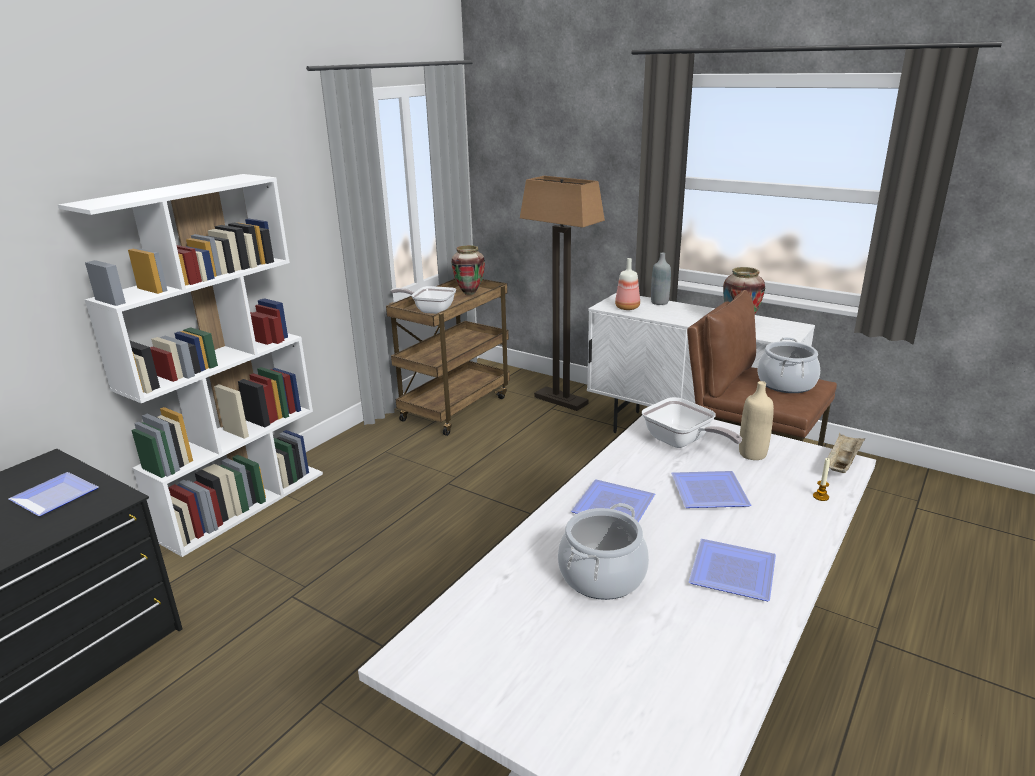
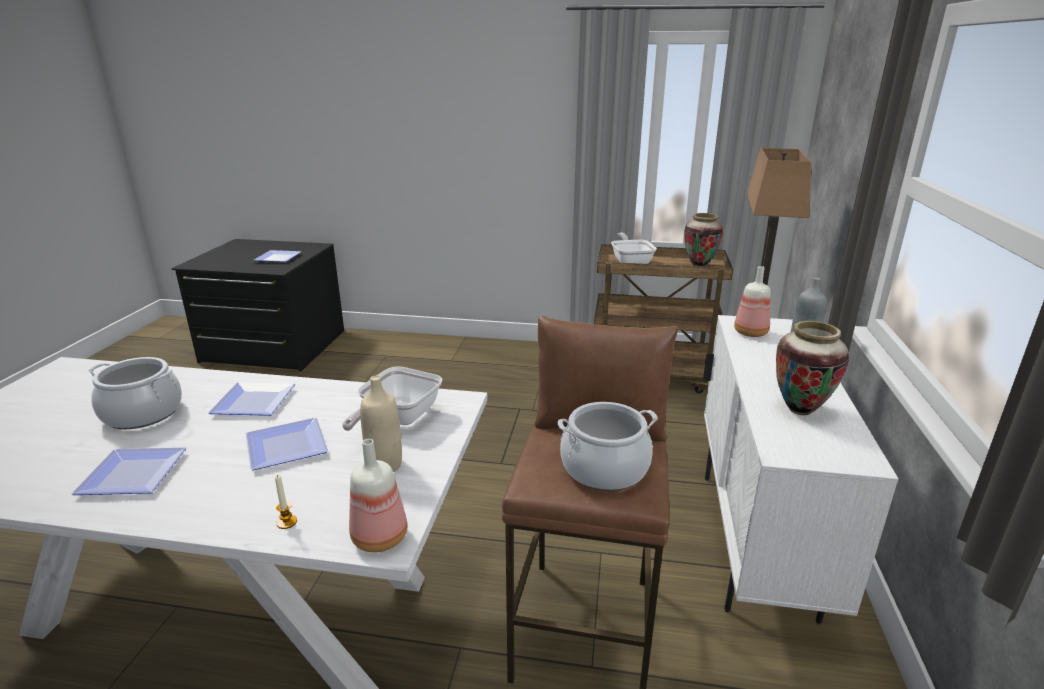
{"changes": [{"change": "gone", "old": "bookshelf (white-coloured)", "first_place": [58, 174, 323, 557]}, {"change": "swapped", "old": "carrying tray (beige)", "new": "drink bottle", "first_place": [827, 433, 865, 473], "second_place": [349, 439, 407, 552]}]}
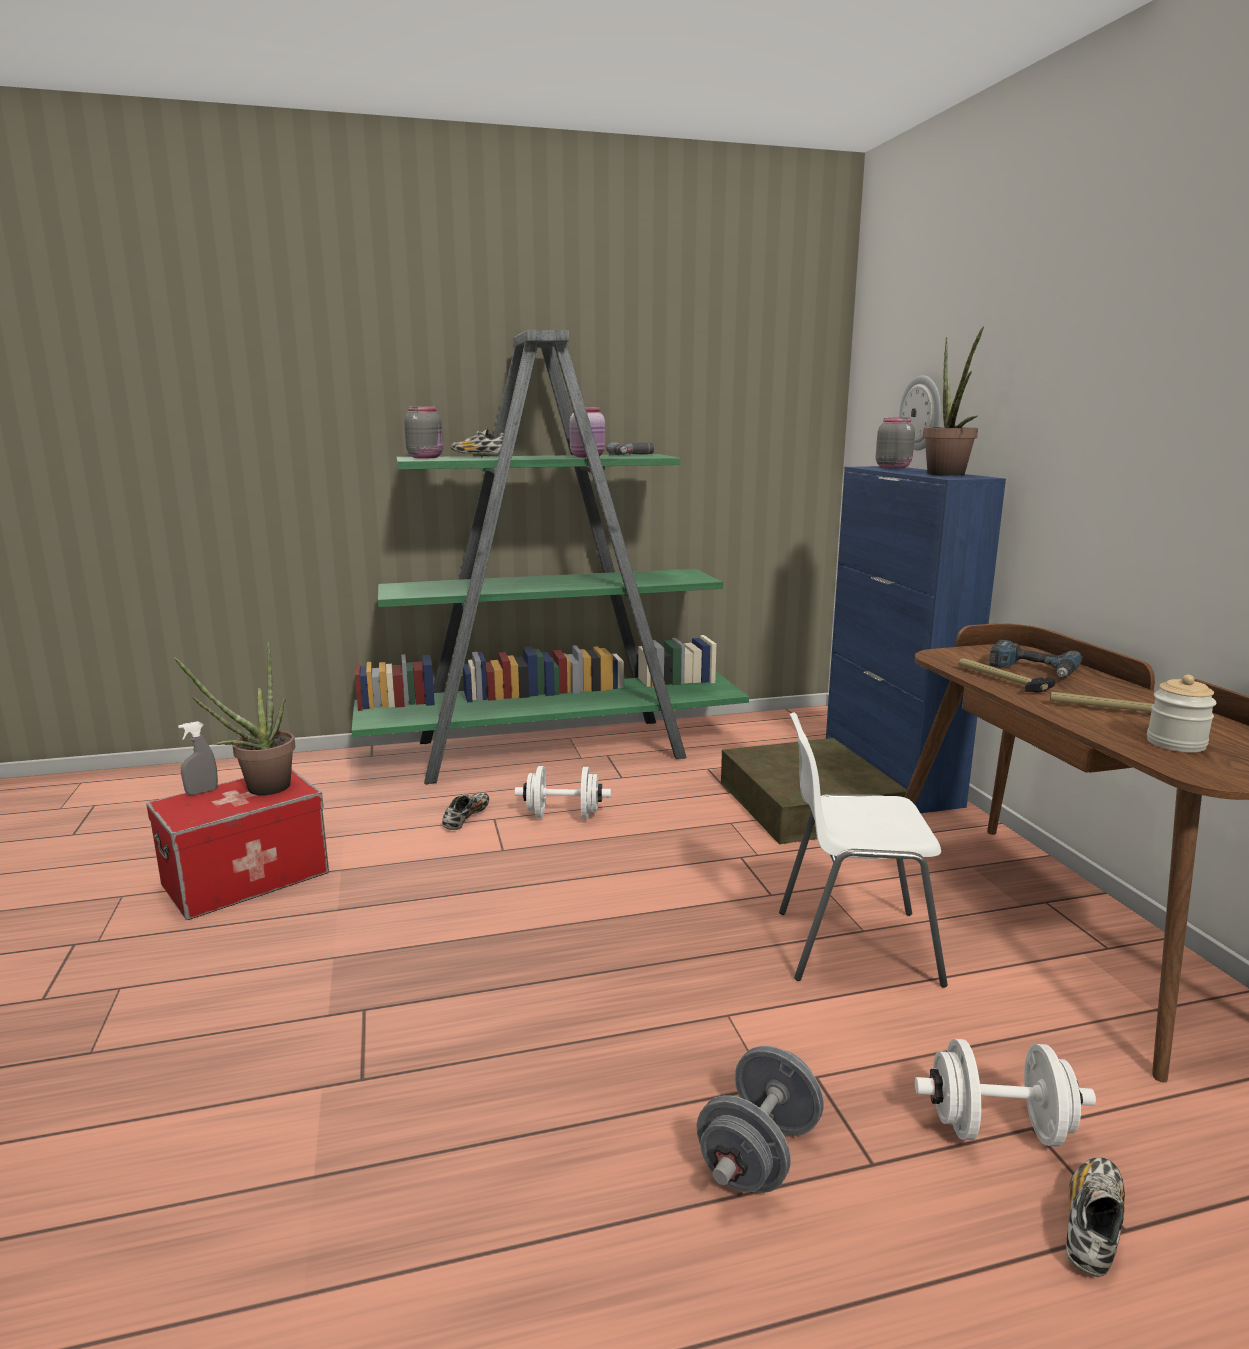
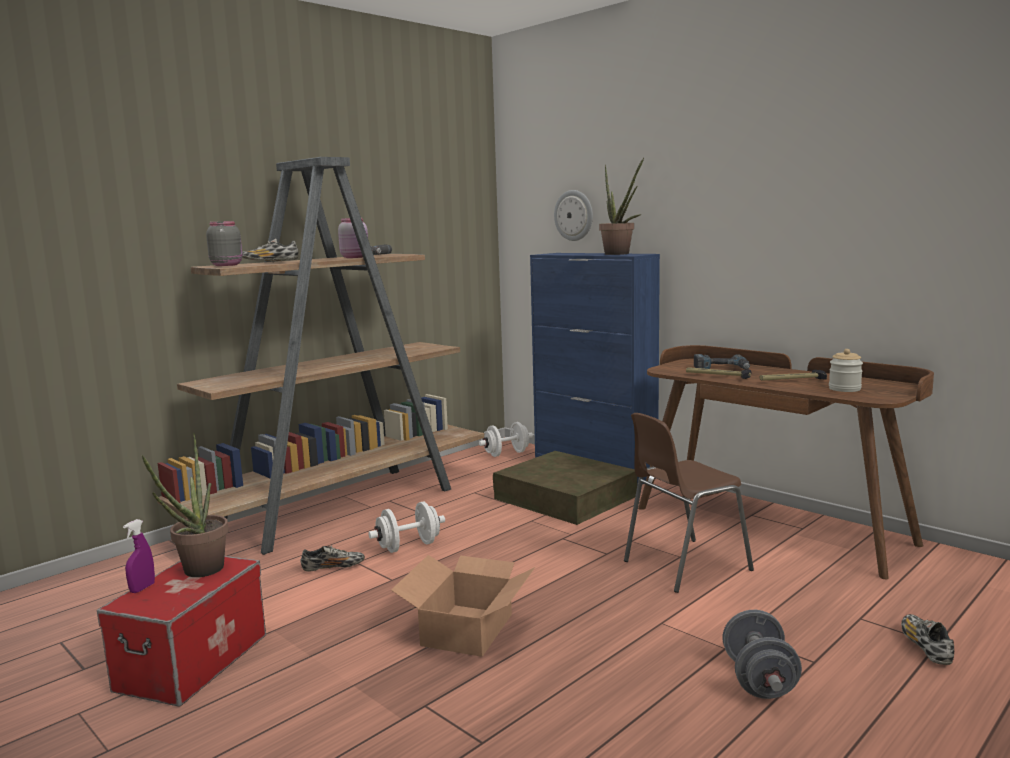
{"changes": [{"change": "repainted", "old": "bookshelf (green-coloured)", "new": "bookshelf (brownish)", "first_place": [352, 330, 749, 785], "second_place": [158, 157, 484, 555]}, {"change": "gone", "old": "storage jar (grey)", "first_place": [876, 418, 915, 469]}, {"change": "repainted", "old": "chair (white-coloured)", "new": "chair (brownish)", "first_place": [779, 712, 948, 988], "second_place": [624, 413, 754, 593]}, {"change": "repainted", "old": "sprayer (grey)", "new": "sprayer (purple-coloured)", "first_place": [178, 721, 218, 795], "second_place": [123, 519, 155, 593]}, {"change": "rotated", "old": "shoe", "first_place": [442, 792, 489, 830], "second_place": [301, 546, 365, 572], "degrees": 90}, {"change": "shifted", "old": "hand weight (white-coloured)", "first_place": [915, 1039, 1096, 1147], "second_place": [479, 422, 533, 457]}, {"change": "new", "new": "carton", "second_place": [391, 555, 535, 657]}]}
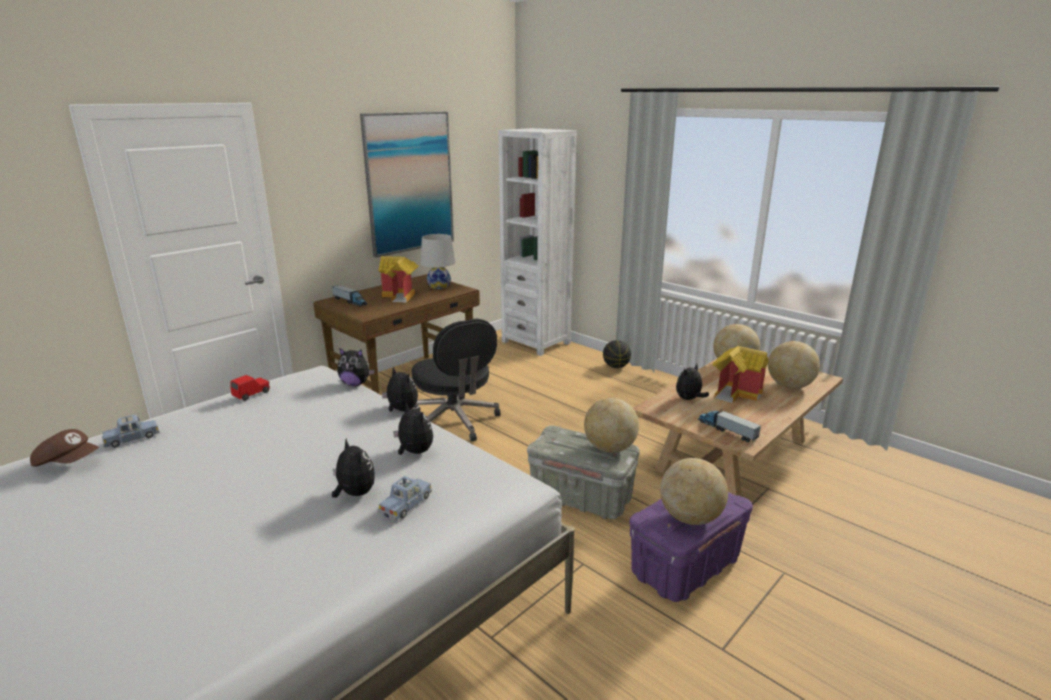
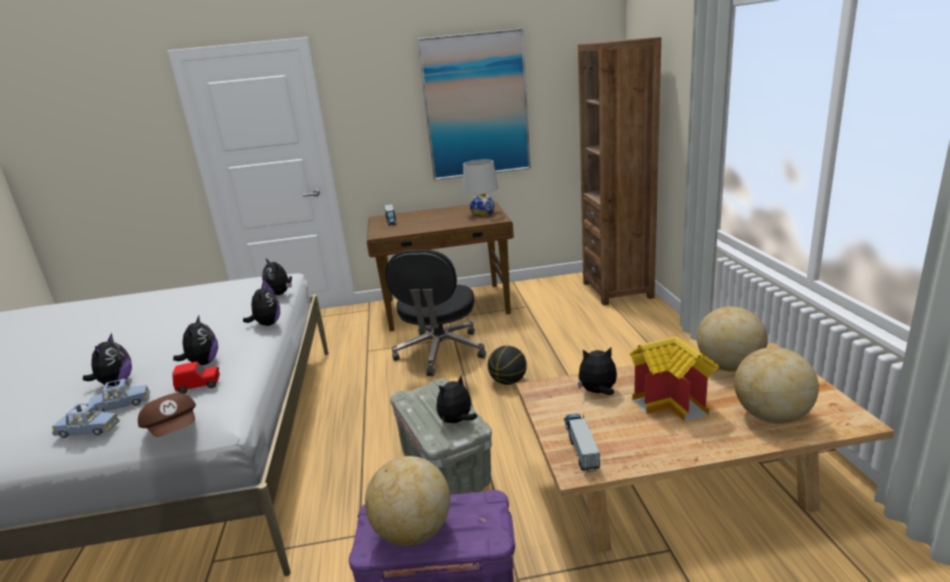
{"changes": [{"change": "repainted", "old": "bookshelf (white-coloured)", "new": "bookshelf (brownish)", "first_place": [499, 128, 577, 356], "second_place": [578, 37, 661, 306]}, {"change": "gone", "old": "miniature house", "first_place": [379, 256, 418, 302]}, {"change": "shifted", "old": "basketball", "first_place": [603, 340, 631, 368], "second_place": [488, 346, 527, 385]}, {"change": "shifted", "old": "miniature car (reddish)", "first_place": [231, 375, 270, 401], "second_place": [172, 361, 220, 394]}, {"change": "swapped", "old": "globe", "new": "plush toy", "first_place": [584, 398, 639, 453], "second_place": [436, 375, 477, 423]}, {"change": "shifted", "old": "miniature car (blue)", "first_place": [102, 415, 160, 448], "second_place": [52, 403, 120, 438]}, {"change": "shifted", "old": "peaked cap (brownish)", "first_place": [30, 429, 99, 466], "second_place": [138, 393, 196, 437]}]}
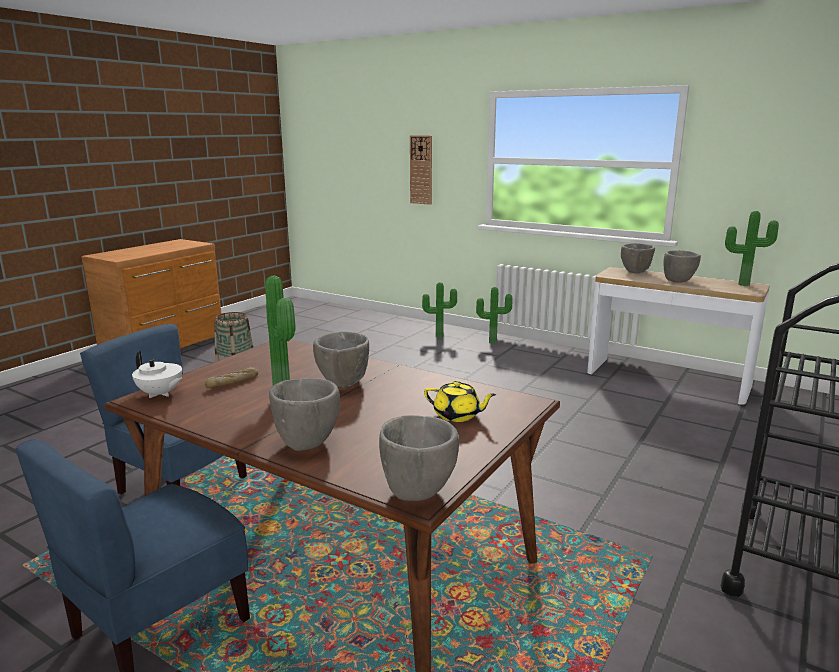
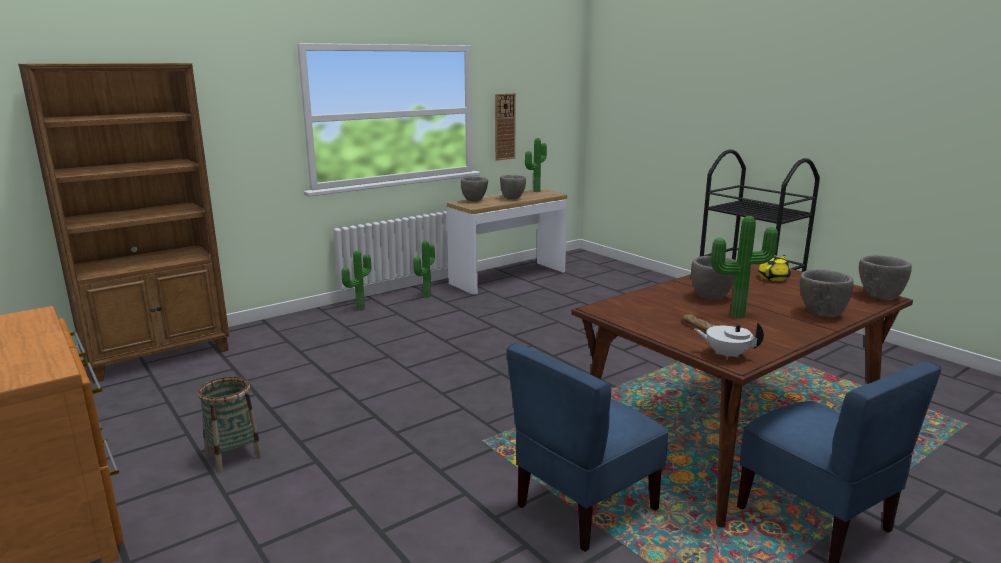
{"changes": [{"change": "shifted", "old": "wall clock", "first_place": [410, 135, 432, 205], "second_place": [495, 93, 516, 161]}, {"change": "shifted", "old": "plant in a pot", "first_place": [422, 282, 457, 338], "second_place": [413, 241, 435, 298]}, {"change": "rotated", "old": "pot for tea (white-coloured)", "first_place": [132, 351, 182, 398], "second_place": [694, 322, 764, 360], "degrees": -120}, {"change": "new", "new": "bookshelf (brownish)", "second_place": [18, 63, 229, 383]}]}
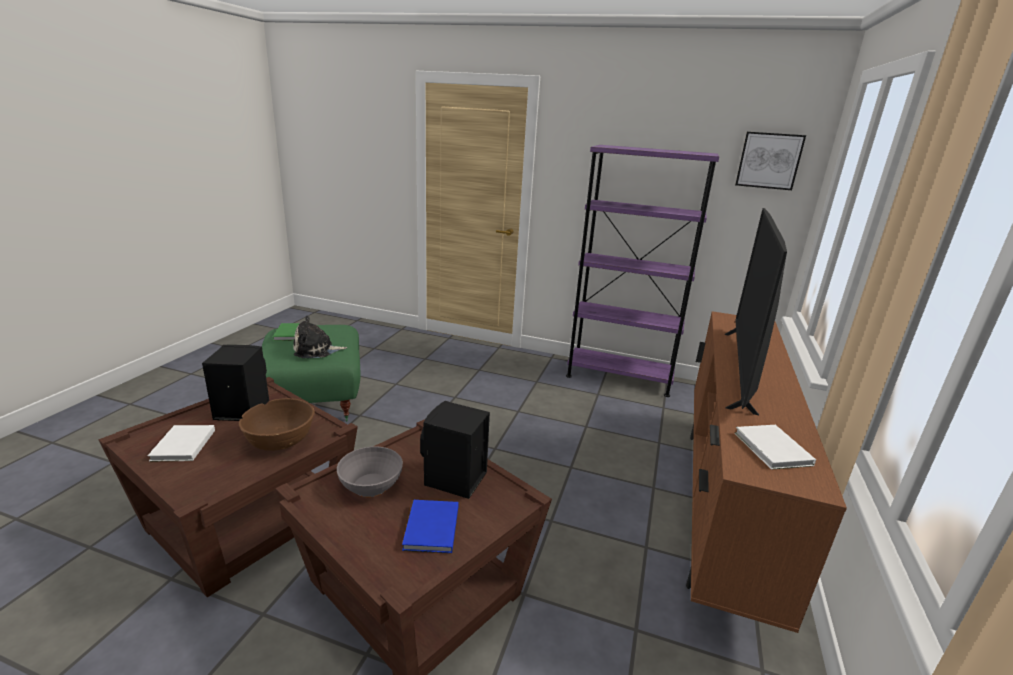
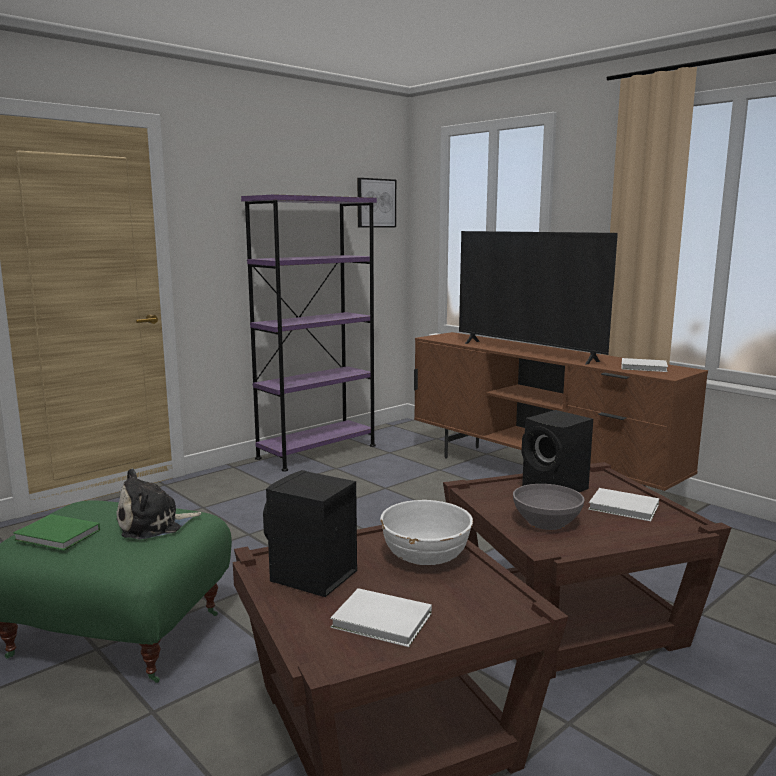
{"changes": [{"change": "rotated", "old": "plush toy", "first_place": [294, 315, 347, 358], "second_place": [116, 468, 201, 539], "degrees": 45}, {"change": "repainted", "old": "serving bowl (brownish)", "new": "serving bowl (white-coloured)", "first_place": [239, 398, 314, 451], "second_place": [380, 500, 473, 565]}, {"change": "repainted", "old": "book (blue)", "new": "book (white-coloured)", "first_place": [402, 500, 459, 553], "second_place": [588, 488, 659, 521]}]}
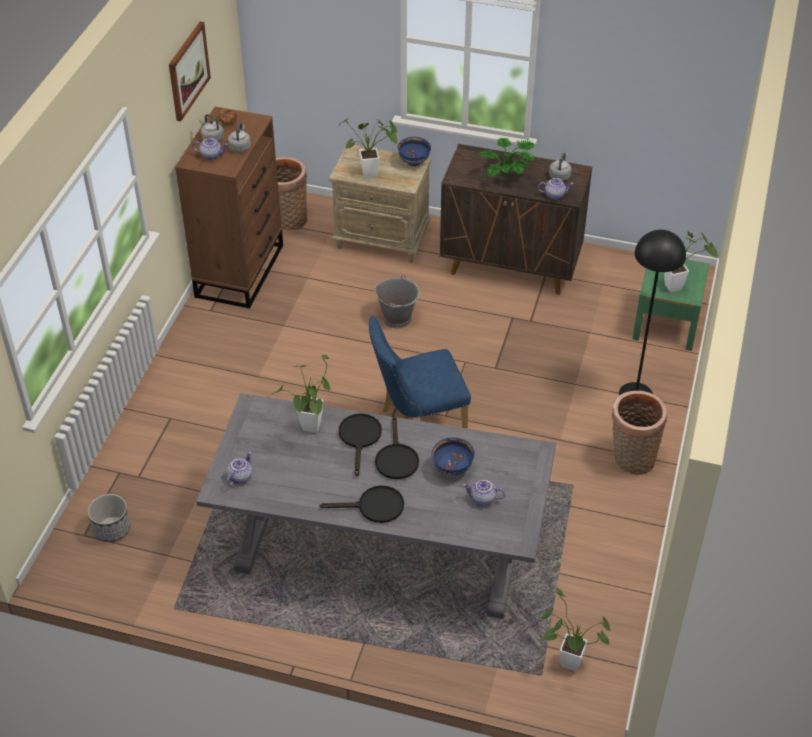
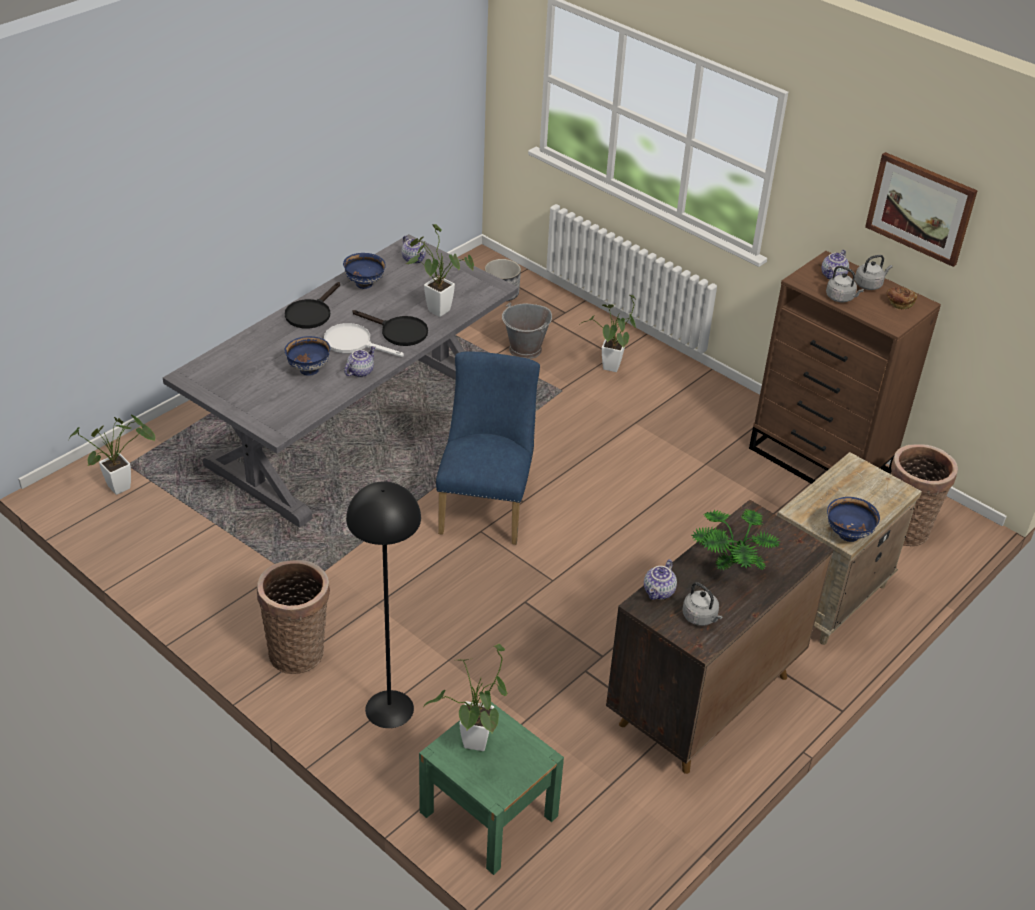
{"changes": [{"change": "shifted", "old": "plant in a pot", "first_place": [339, 118, 398, 178], "second_place": [580, 295, 637, 372]}, {"change": "shifted", "old": "pail (grey)", "first_place": [375, 275, 420, 328], "second_place": [502, 302, 552, 359]}, {"change": "repainted", "old": "frying pan (black-coloured)", "new": "frying pan (white-coloured)", "first_place": [375, 416, 419, 479], "second_place": [324, 323, 404, 357]}, {"change": "shifted", "old": "pot for tea", "first_place": [463, 480, 505, 506], "second_place": [344, 346, 376, 377]}, {"change": "new", "new": "serving bowl (blue)", "second_place": [343, 253, 386, 289]}]}
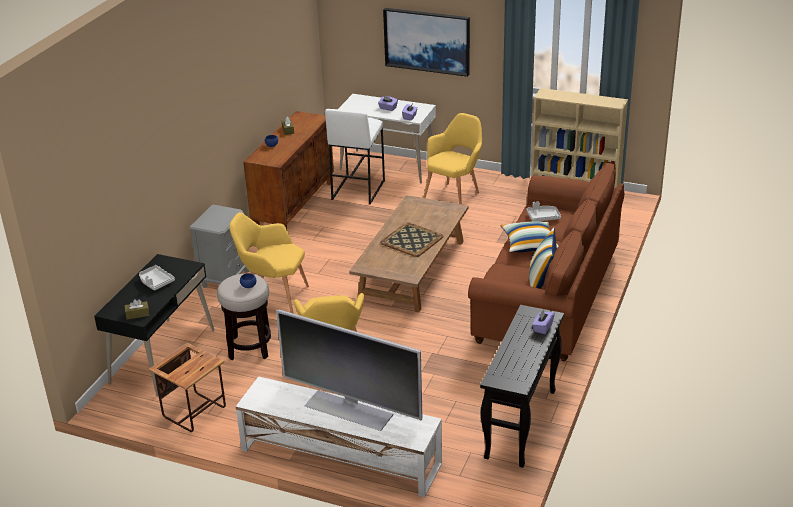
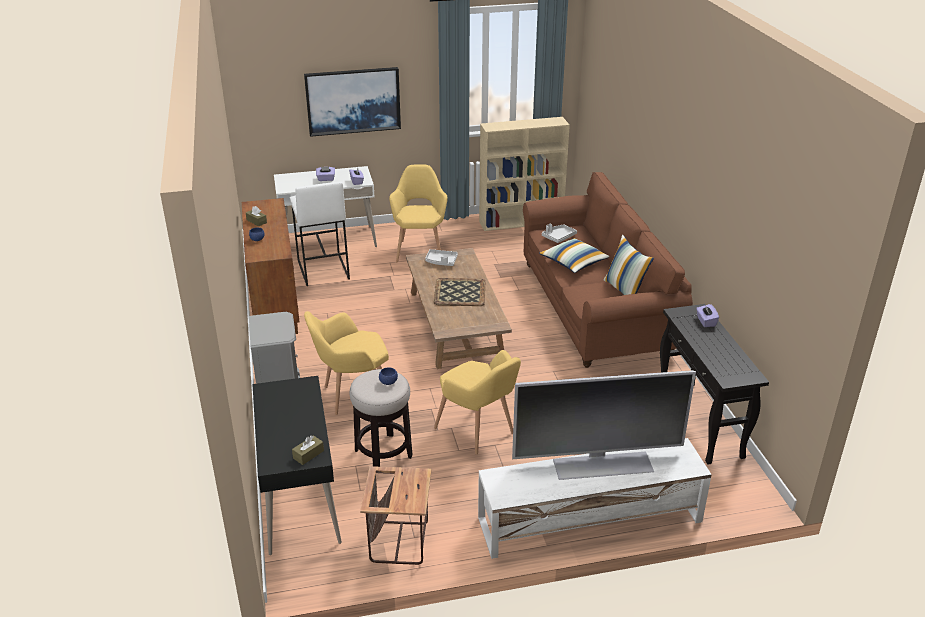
{"changes": [{"change": "shifted", "old": "carrying tray (grey)", "first_place": [139, 265, 175, 291], "second_place": [425, 249, 458, 266]}]}
